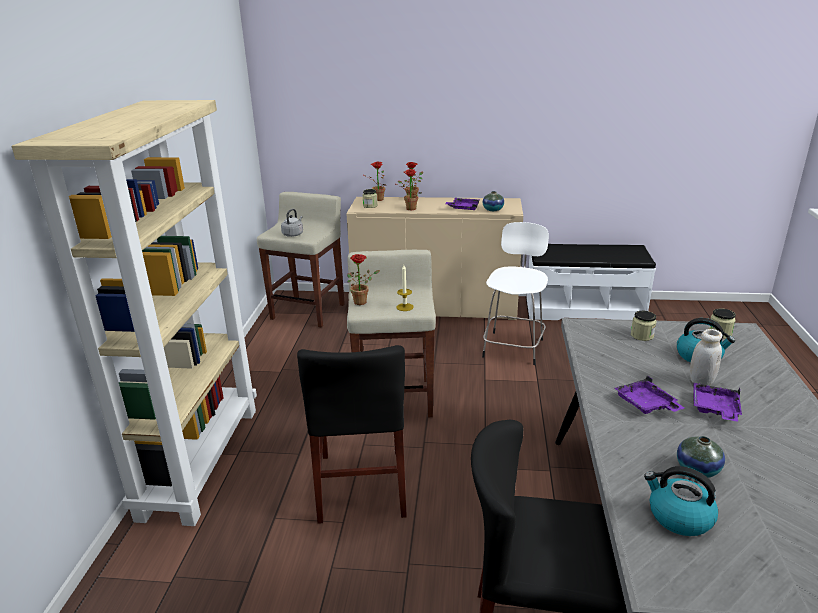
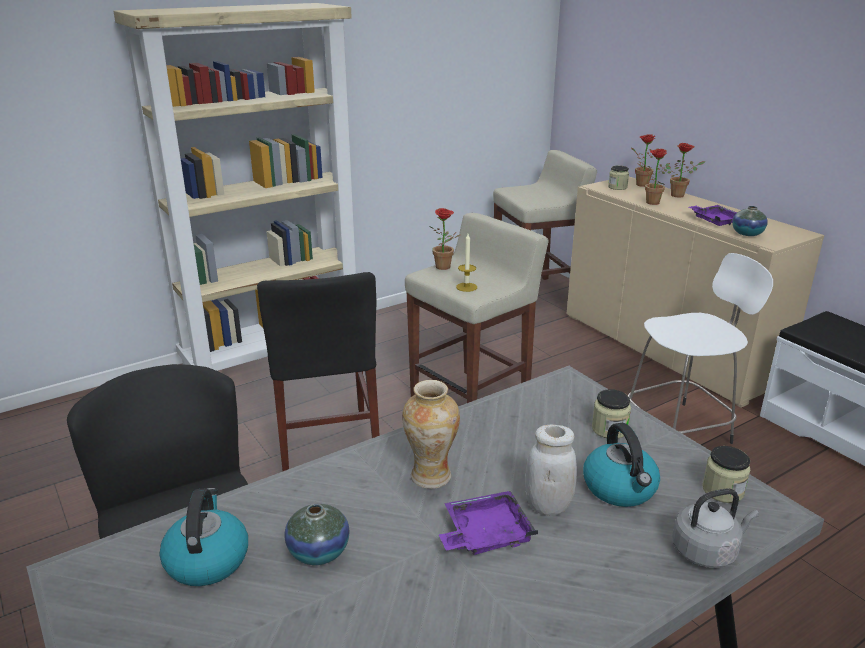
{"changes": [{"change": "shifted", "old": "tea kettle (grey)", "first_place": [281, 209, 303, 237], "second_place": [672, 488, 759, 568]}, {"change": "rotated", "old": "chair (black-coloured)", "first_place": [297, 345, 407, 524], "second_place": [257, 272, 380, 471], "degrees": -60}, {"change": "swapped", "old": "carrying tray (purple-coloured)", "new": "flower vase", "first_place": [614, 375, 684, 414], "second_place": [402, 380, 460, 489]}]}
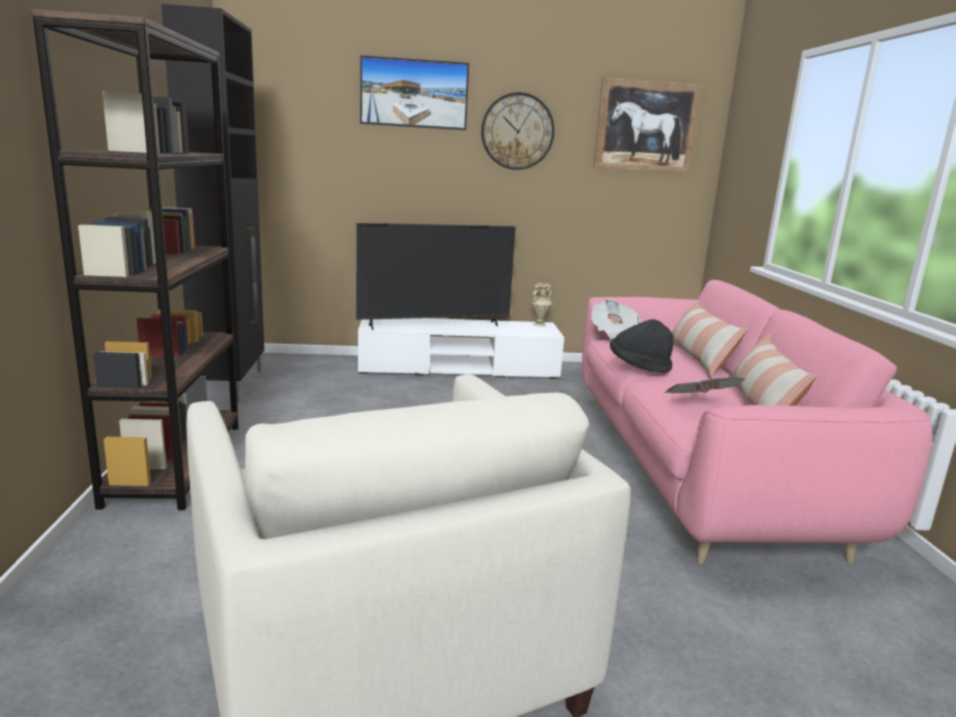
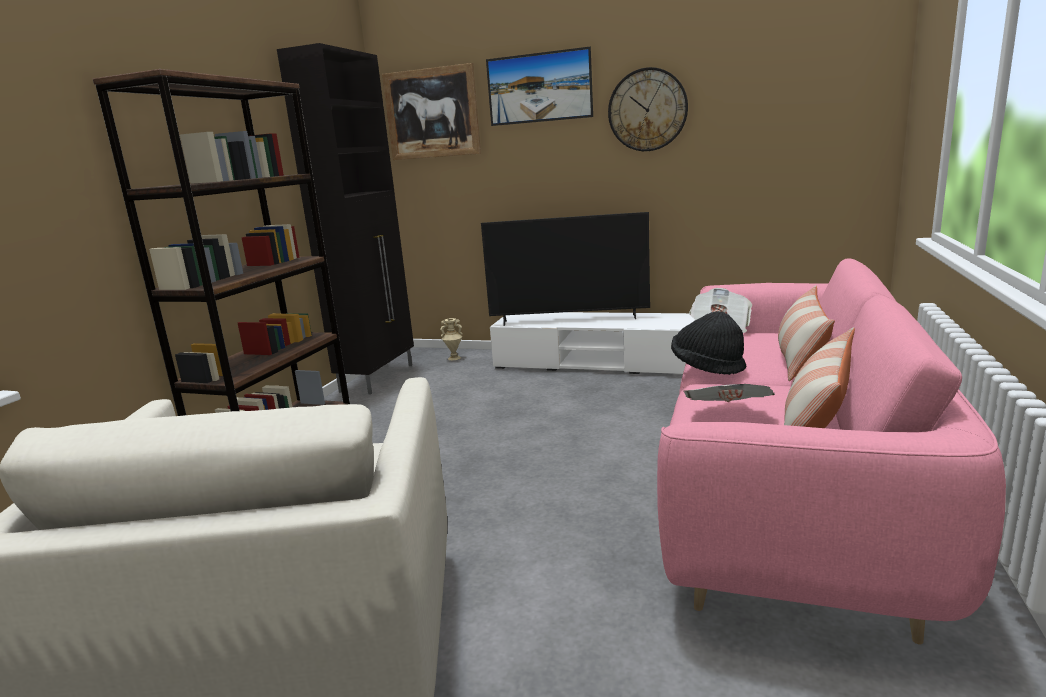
{"changes": [{"change": "shifted", "old": "wall picture", "first_place": [593, 78, 702, 174], "second_place": [382, 63, 481, 160]}, {"change": "shifted", "old": "flower vase (beige)", "first_place": [531, 283, 552, 327], "second_place": [440, 318, 463, 361]}]}
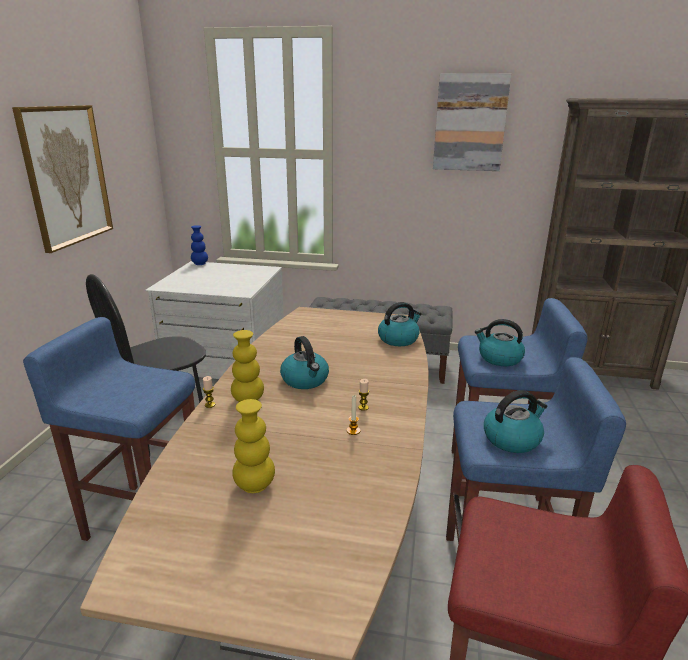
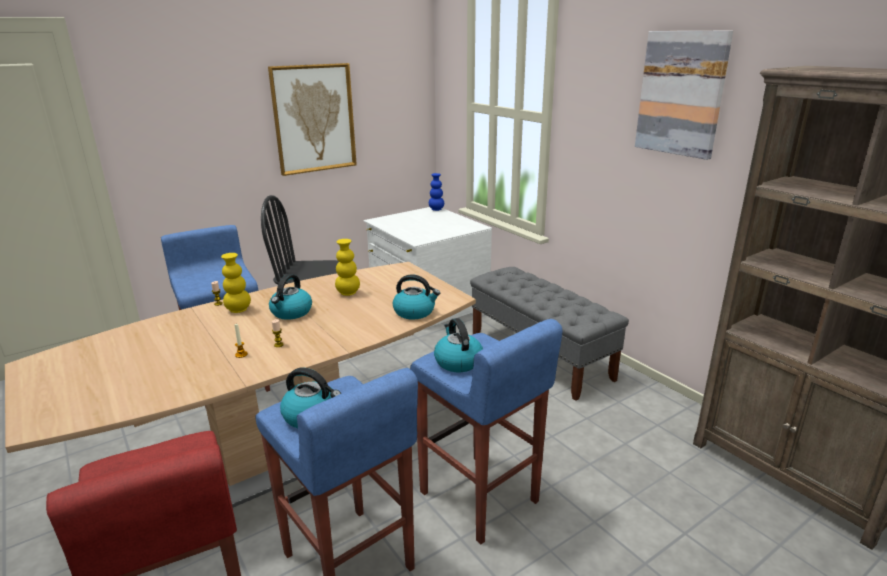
{"changes": [{"change": "shifted", "old": "flower vase (yellow-coloured)", "first_place": [232, 399, 275, 493], "second_place": [335, 239, 360, 296]}]}
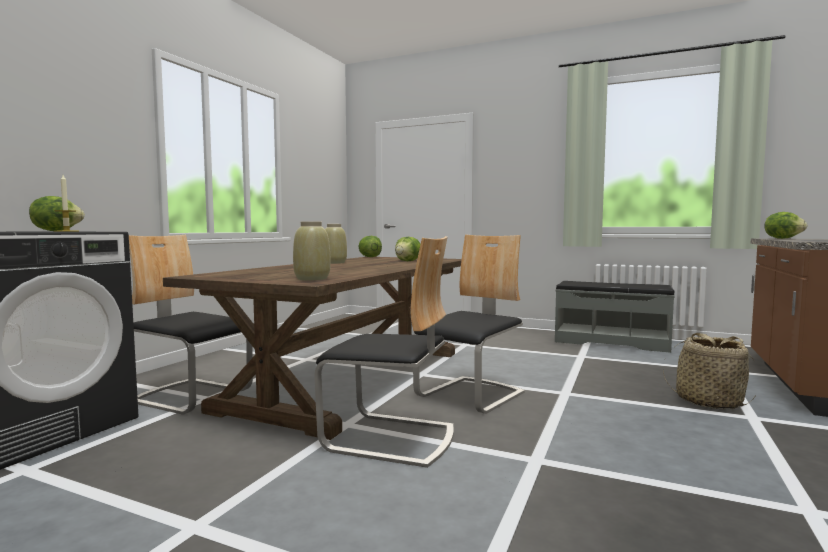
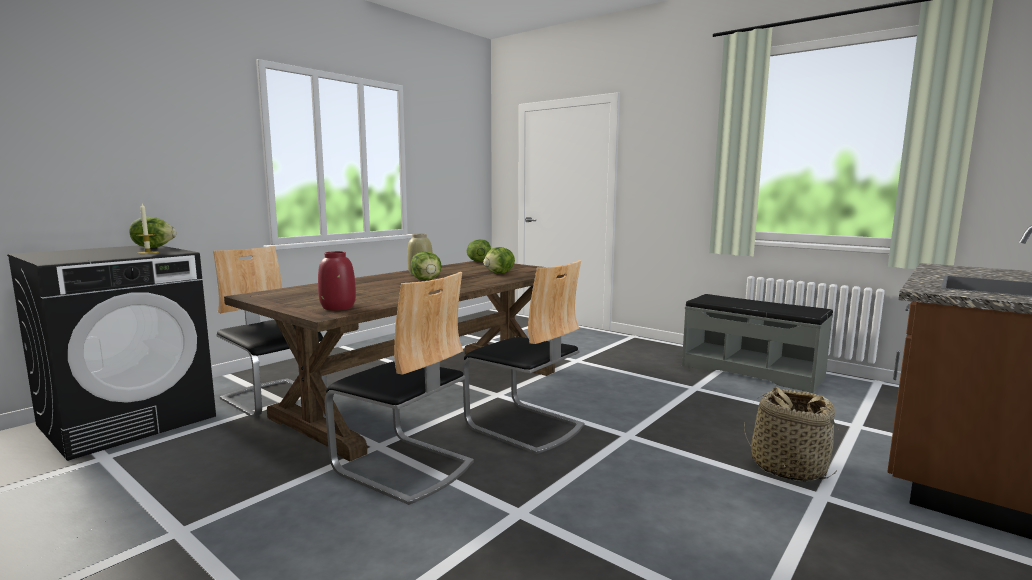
{"changes": [{"change": "shifted", "old": "lettuce head", "first_place": [765, 212, 808, 239], "second_place": [411, 252, 442, 280]}, {"change": "repainted", "old": "flower vase (beige)", "new": "flower vase (reddish)", "first_place": [293, 221, 331, 280], "second_place": [318, 251, 356, 310]}, {"change": "rotated", "old": "chair", "first_place": [413, 234, 525, 414], "second_place": [462, 260, 585, 454], "degrees": 75}]}
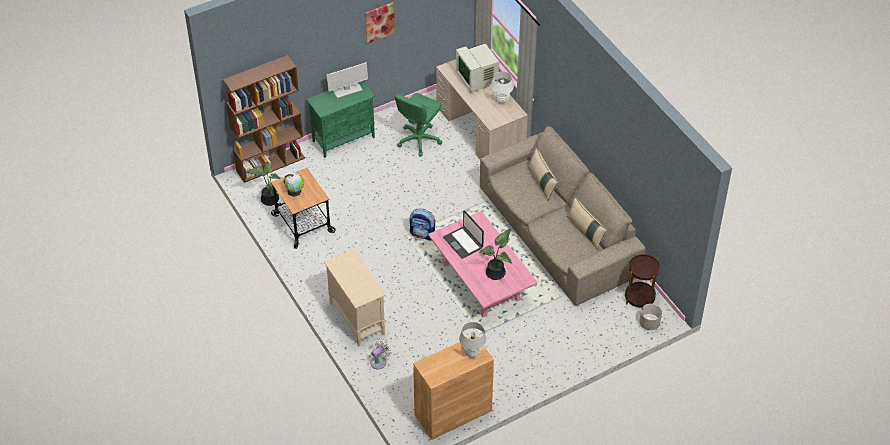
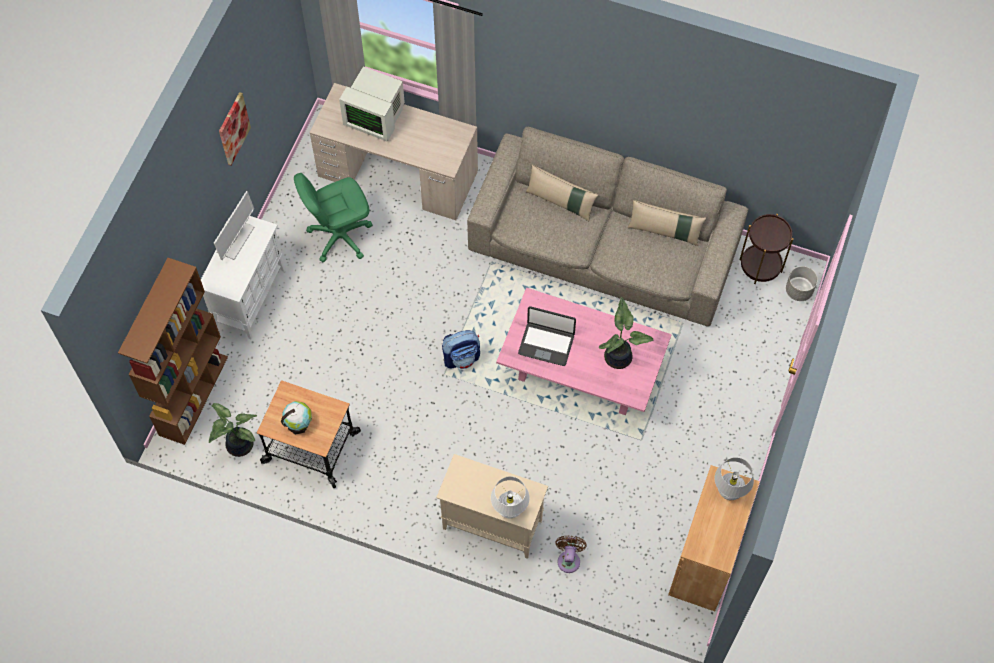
{"changes": [{"change": "shifted", "old": "lamp for a table (white-coloured)", "first_place": [491, 71, 514, 103], "second_place": [491, 477, 530, 519]}, {"change": "repainted", "old": "storage cabinet (green-coloured)", "new": "storage cabinet (white-coloured)", "first_place": [307, 81, 375, 158], "second_place": [201, 216, 285, 339]}, {"change": "rotated", "old": "desk chair (green-coloured)", "first_place": [394, 93, 442, 156], "second_place": [294, 173, 372, 262], "degrees": 75}, {"change": "repainted", "old": "electric fan (white-coloured)", "new": "electric fan (brownish)", "first_place": [370, 338, 391, 370], "second_place": [555, 536, 587, 573]}]}
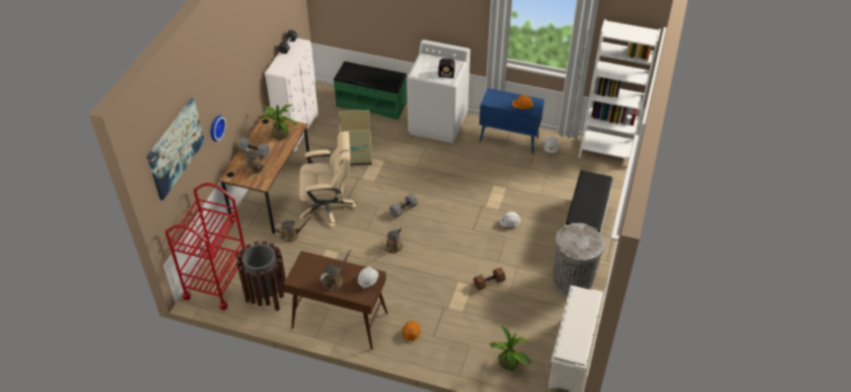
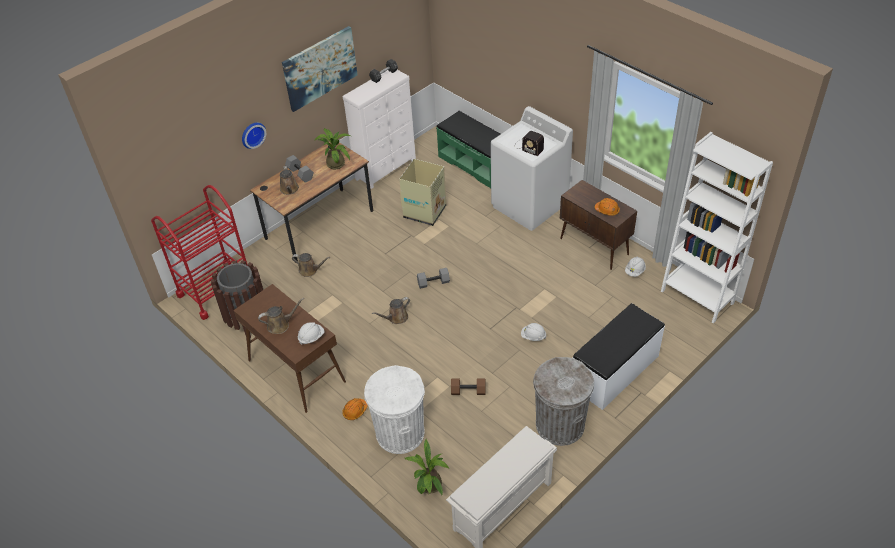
{"changes": [{"change": "repainted", "old": "storage cabinet (blue)", "new": "storage cabinet (brownish)", "first_place": [479, 88, 544, 154], "second_place": [560, 180, 637, 270]}, {"change": "shifted", "old": "wall picture", "first_place": [147, 98, 205, 200], "second_place": [282, 26, 358, 112]}, {"change": "gone", "old": "desk chair (beige)", "first_place": [299, 131, 356, 228]}, {"change": "new", "new": "trash can (white-coloured)", "second_place": [364, 365, 425, 454]}]}
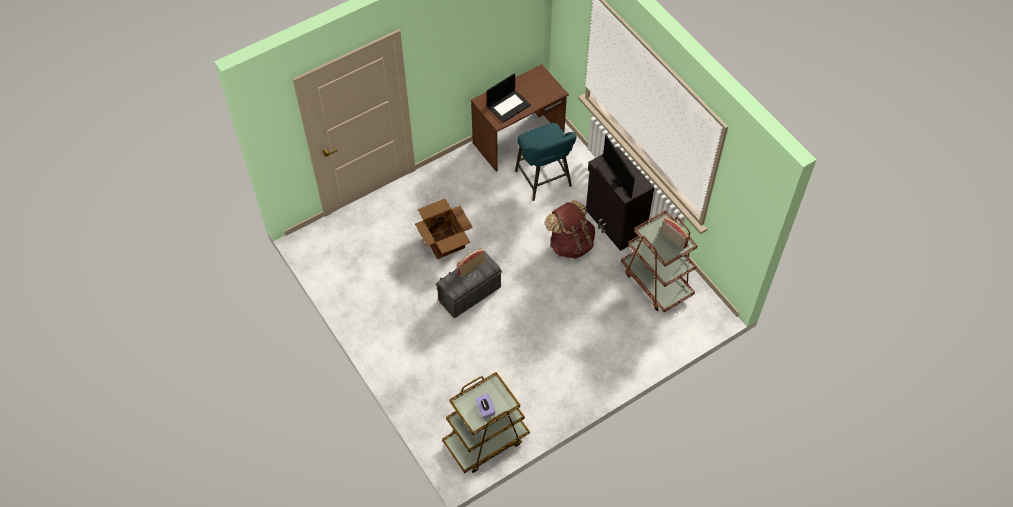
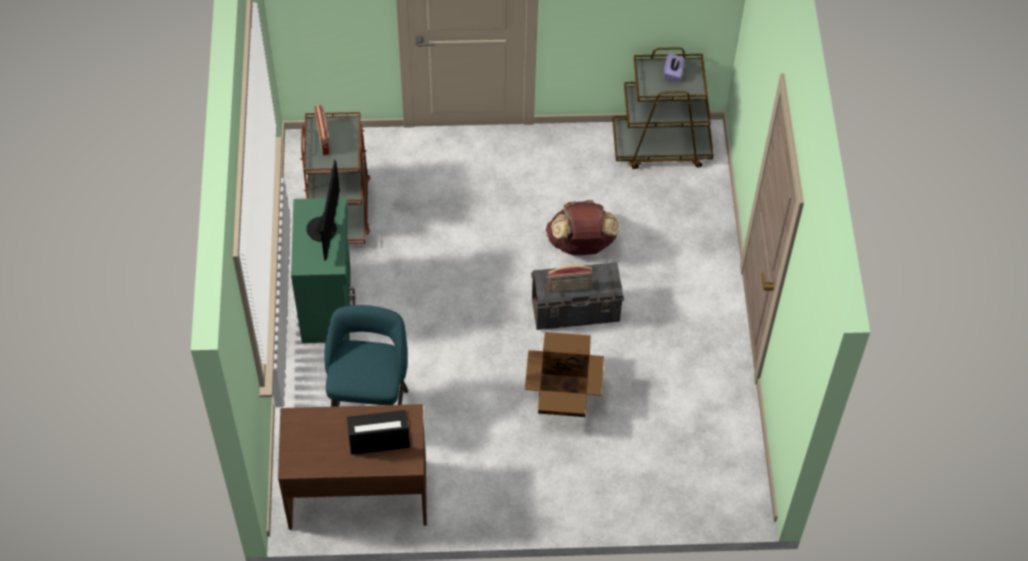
{"changes": [{"change": "repainted", "old": "storage cabinet (black-coloured)", "new": "storage cabinet (green-coloured)", "first_place": [586, 146, 655, 251], "second_place": [291, 198, 356, 343]}, {"change": "shifted", "old": "backpack (brownish)", "first_place": [545, 200, 595, 259], "second_place": [546, 200, 619, 255]}]}
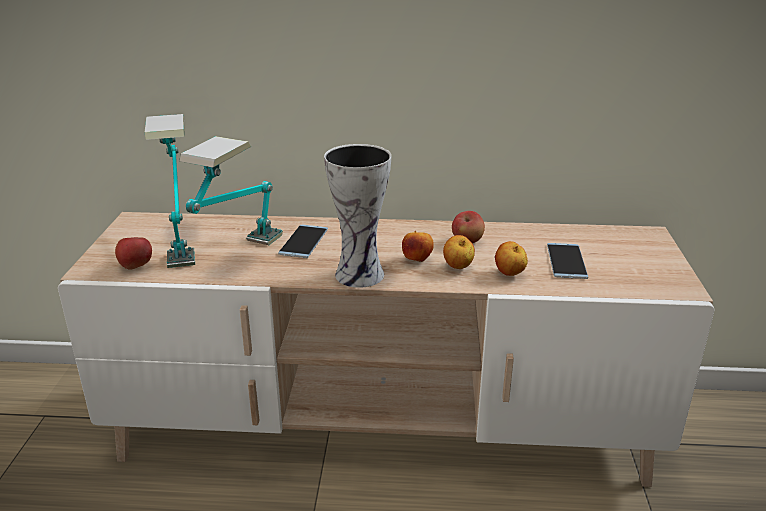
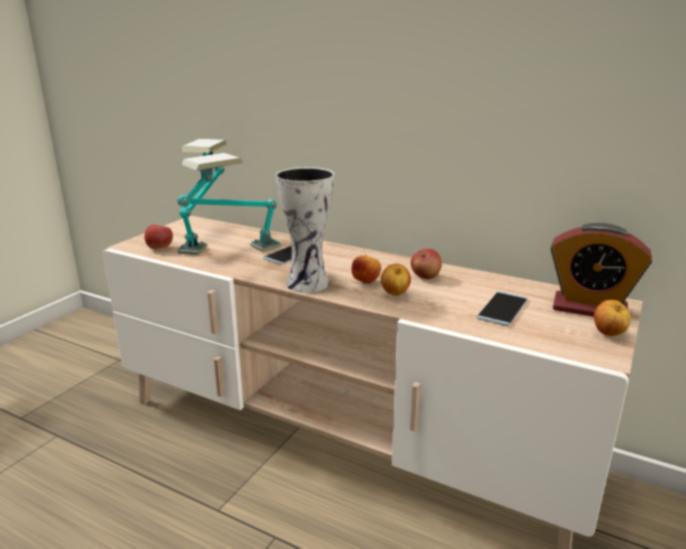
{"changes": [{"change": "shifted", "old": "whole apple", "first_place": [495, 241, 528, 276], "second_place": [594, 300, 631, 336]}, {"change": "new", "new": "table clock", "second_place": [550, 223, 652, 317]}]}
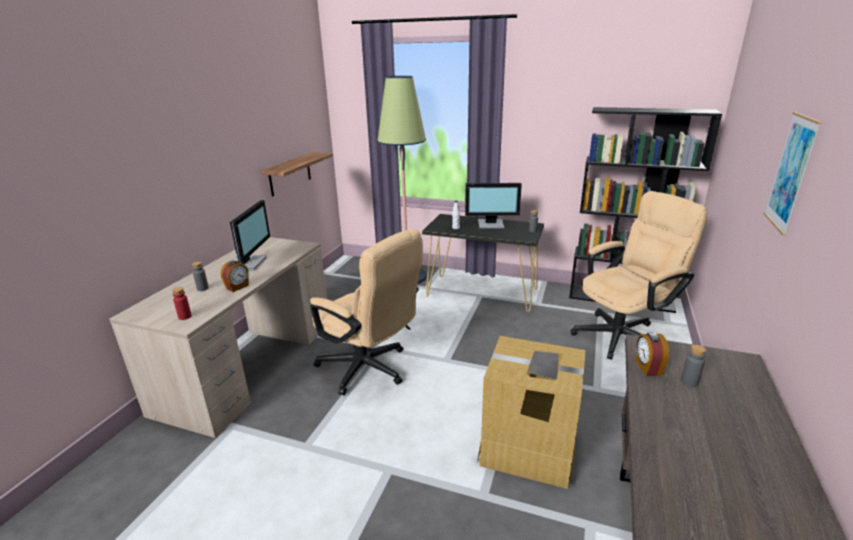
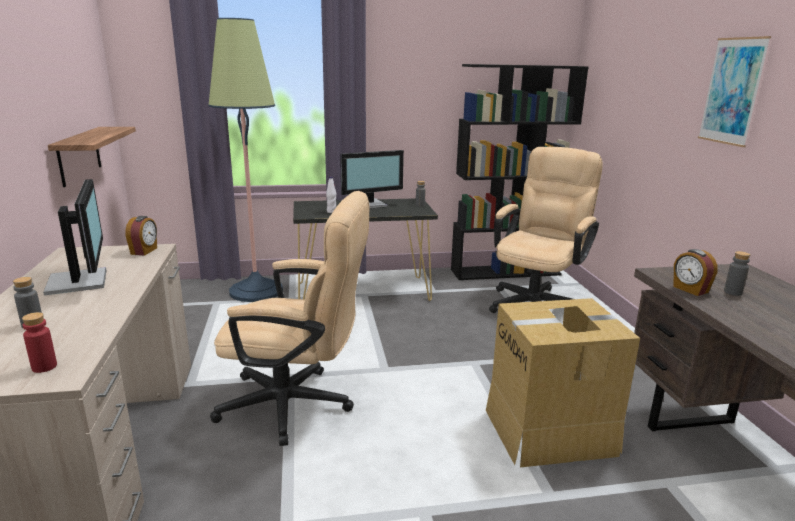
{"changes": [{"change": "shifted", "old": "table clock", "first_place": [221, 261, 249, 292], "second_place": [125, 216, 157, 256]}]}
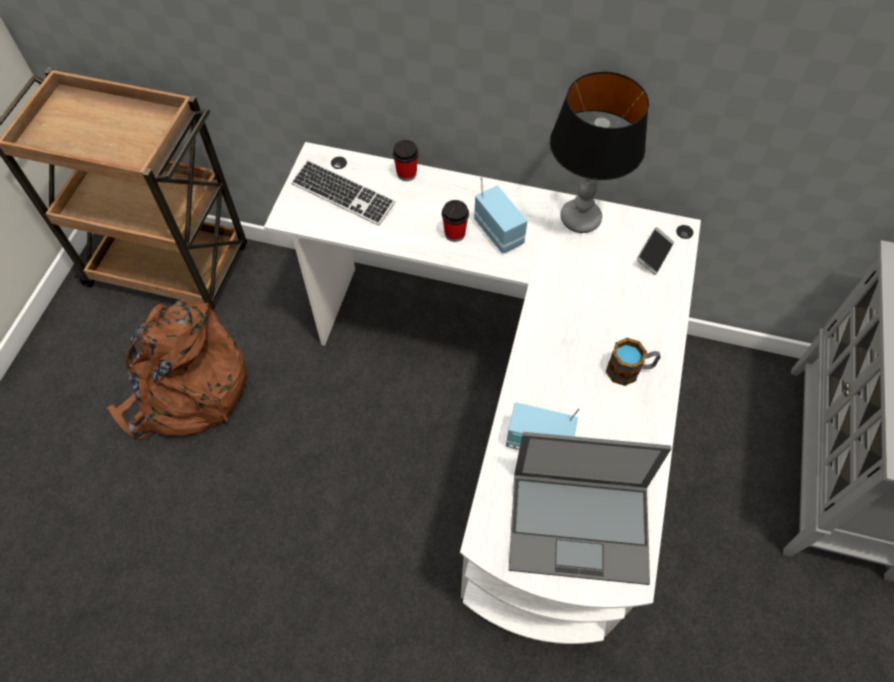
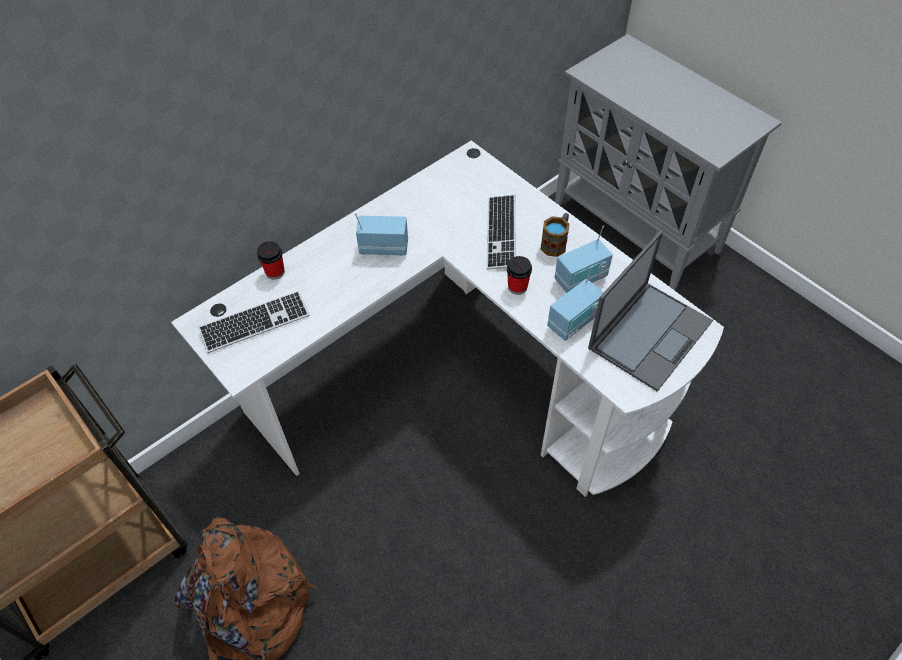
{"changes": [{"change": "gone", "old": "lamp for a table", "first_place": [550, 71, 649, 233]}, {"change": "shifted", "old": "cup", "first_place": [442, 200, 469, 242], "second_place": [507, 256, 532, 295]}, {"change": "gone", "old": "handset", "first_place": [637, 227, 674, 275]}, {"change": "new", "new": "keyboard", "second_place": [486, 195, 516, 270]}, {"change": "new", "new": "radio set", "second_place": [554, 226, 613, 293]}]}
